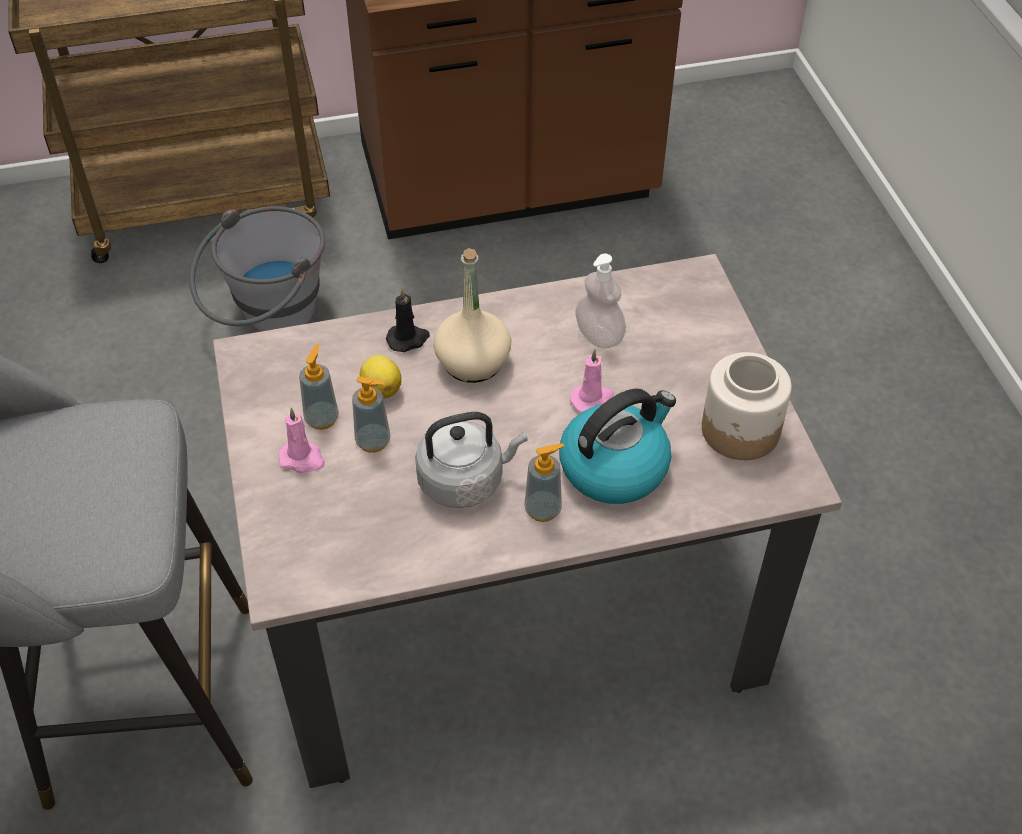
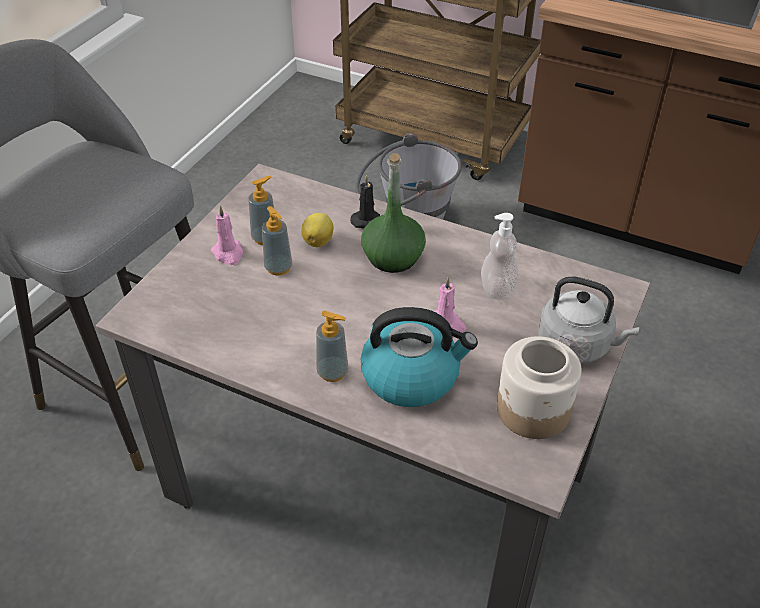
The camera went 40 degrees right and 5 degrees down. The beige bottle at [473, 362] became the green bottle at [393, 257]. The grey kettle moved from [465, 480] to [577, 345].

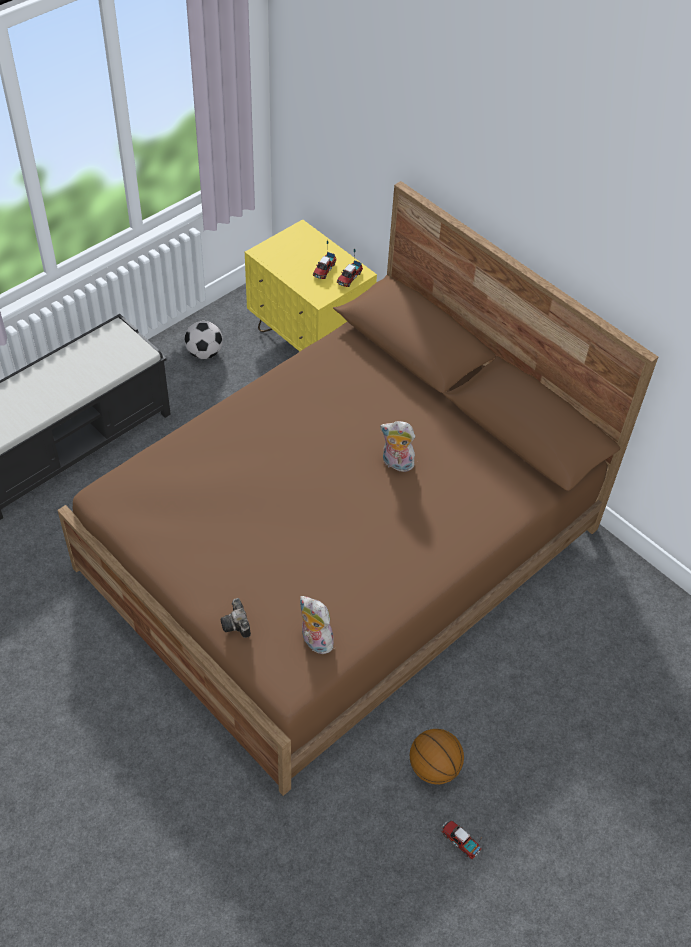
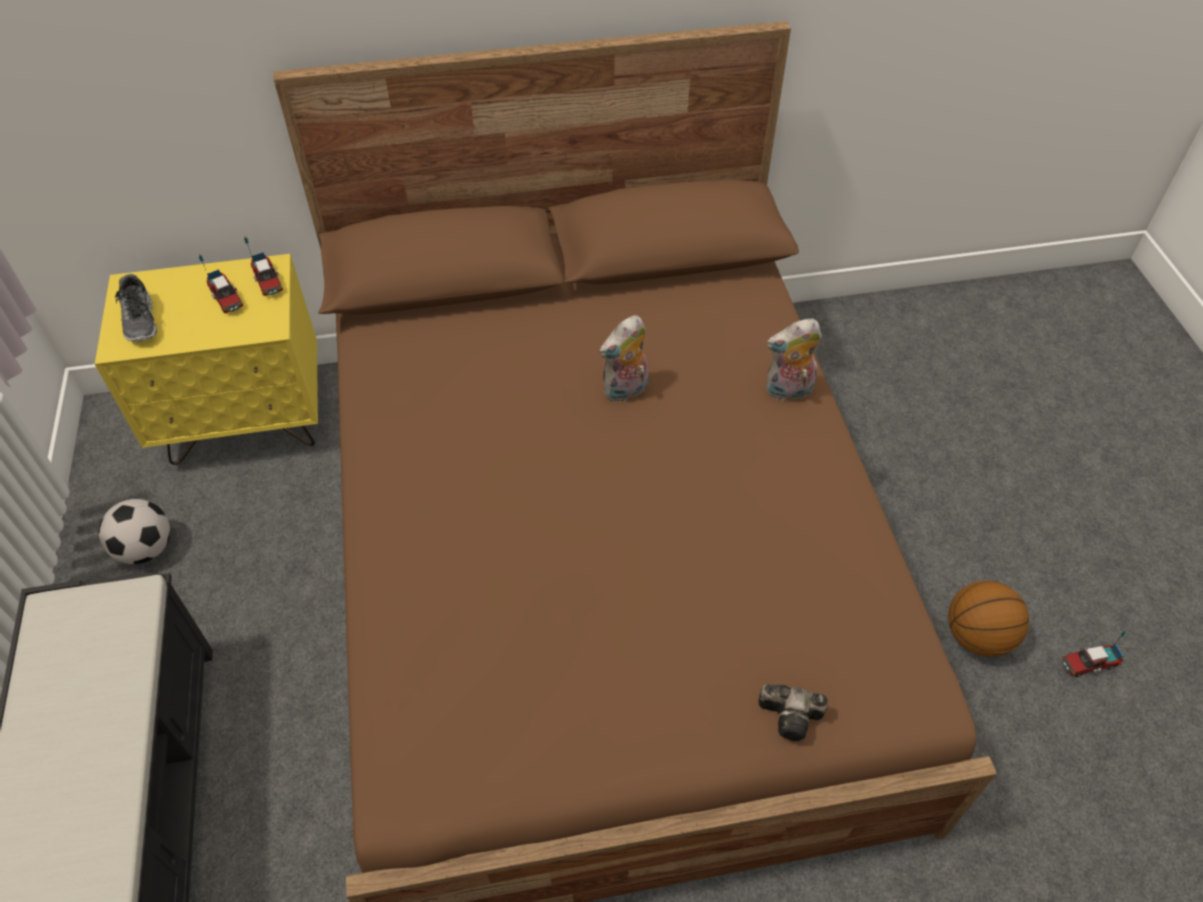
The camera went 55 degrees left and 0 degrees up. The plush toy moved from [314, 641] to [788, 391]. The shoe at [141, 320] appeared.

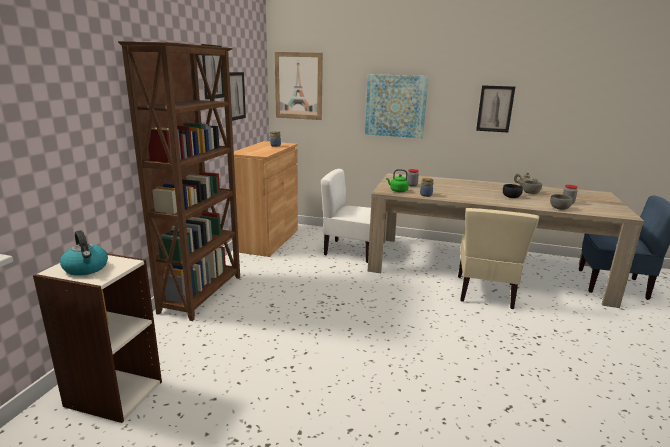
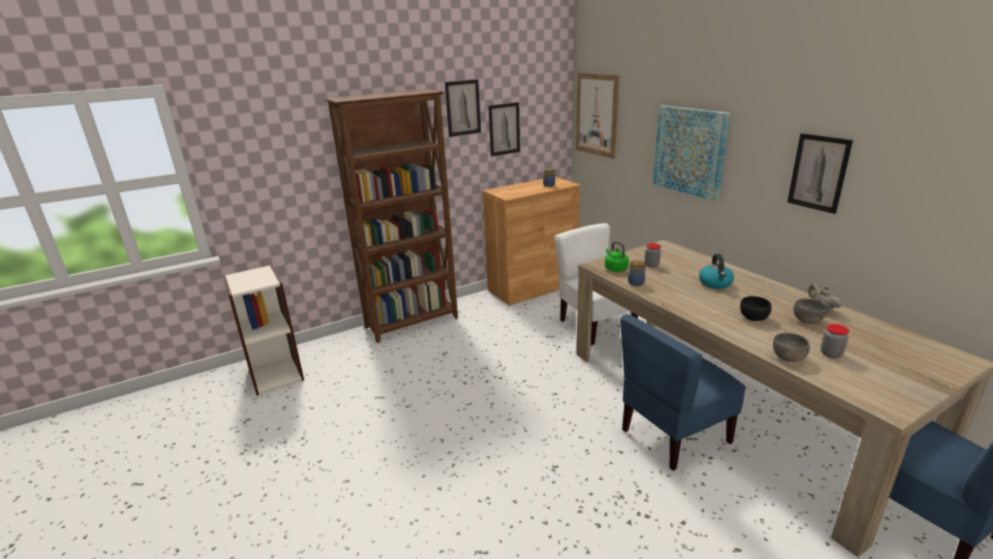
The camera went 45 degrees right and 5 degrees up. The beige chair at [485, 292] became the blue chair at [674, 435]. The kettle moved from [86, 268] to [715, 283].

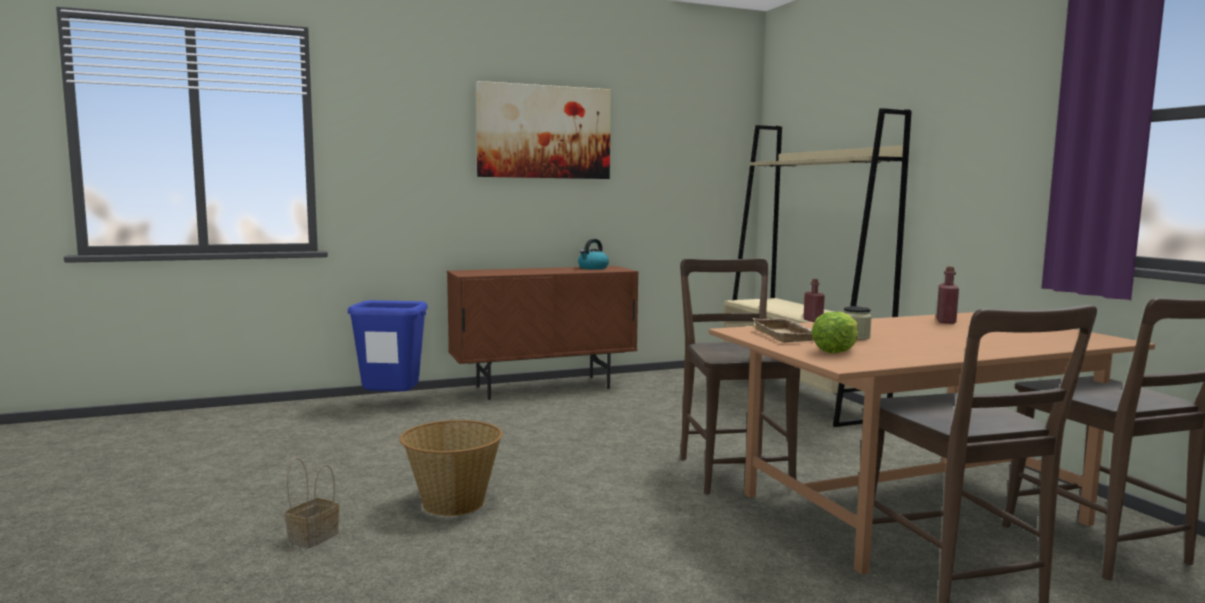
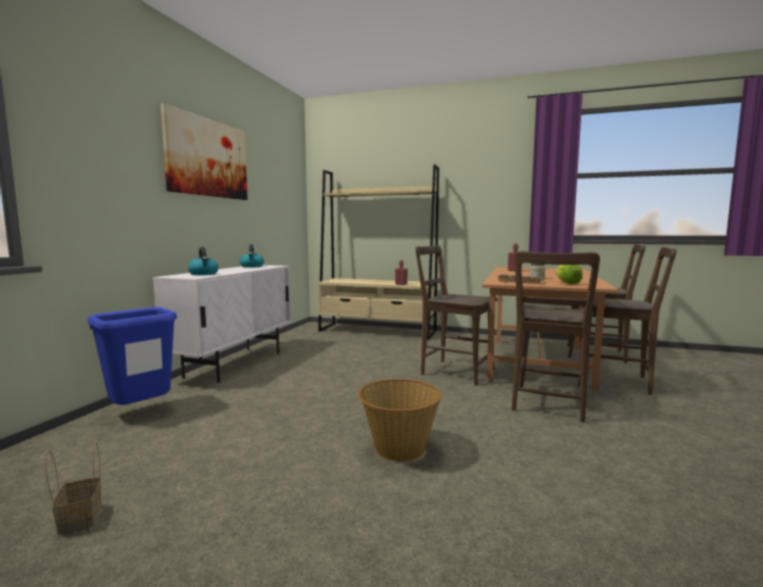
The camera went 50 degrees left and 0 degrees up. The brown cabinet at [543, 388] became the white cabinet at [235, 364]. The basket moved from [314, 536] to [79, 518]. The kettle at [204, 274] appeared. The brown chair at [548, 404] appeared.

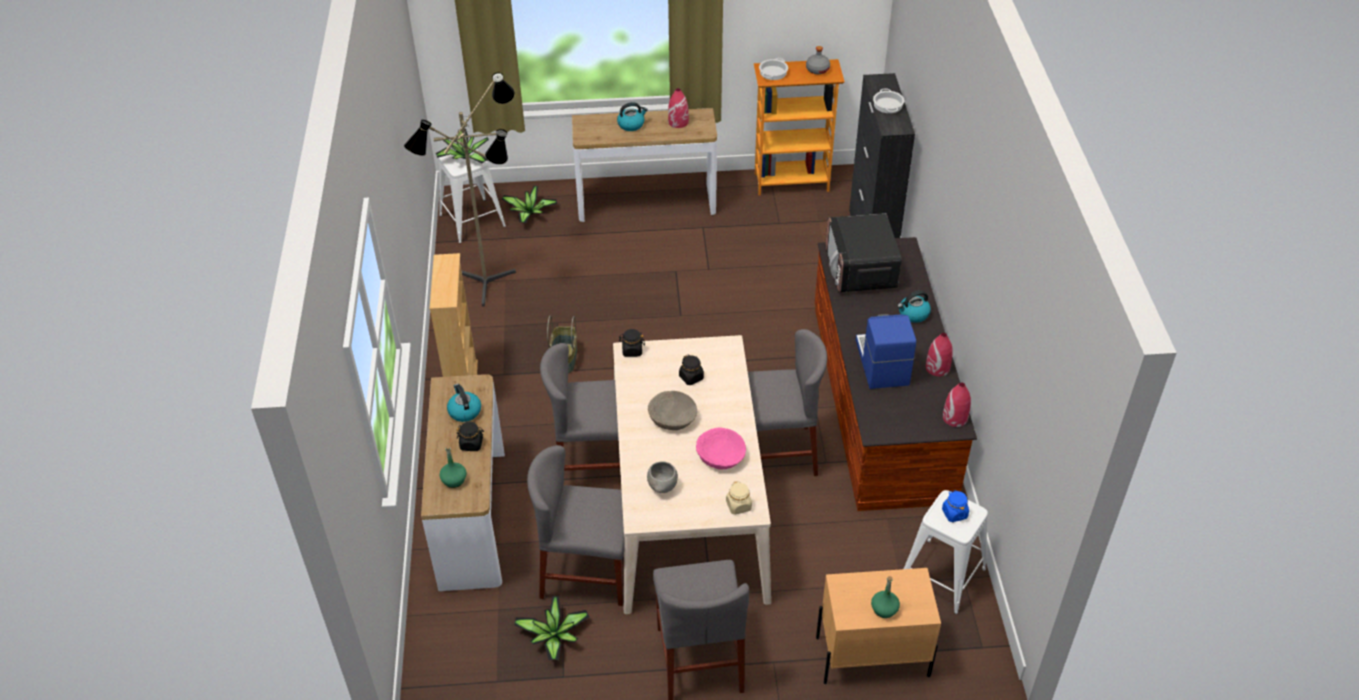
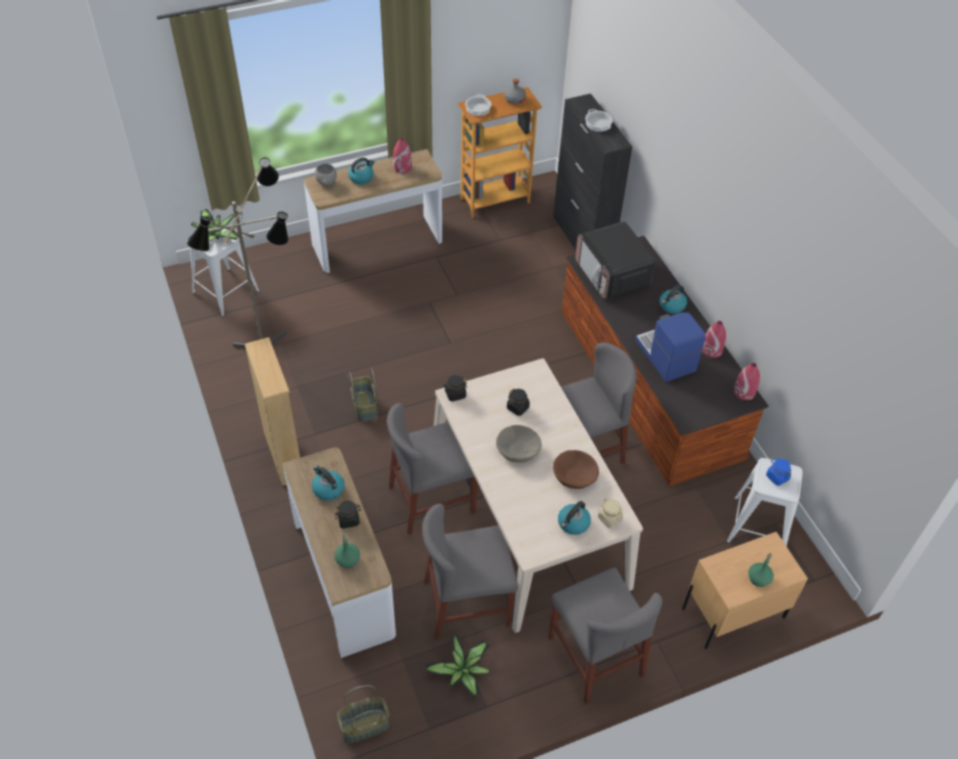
The camera went 20 degrees left and 5 degrees up. The potted plant at [529, 214] disappeared. The pink bowl at [720, 456] became the brown bowl at [574, 475]. The grey bowl moved from [662, 488] to [326, 183]. The kettle at [573, 524] appeared. The basket at [364, 726] appeared.

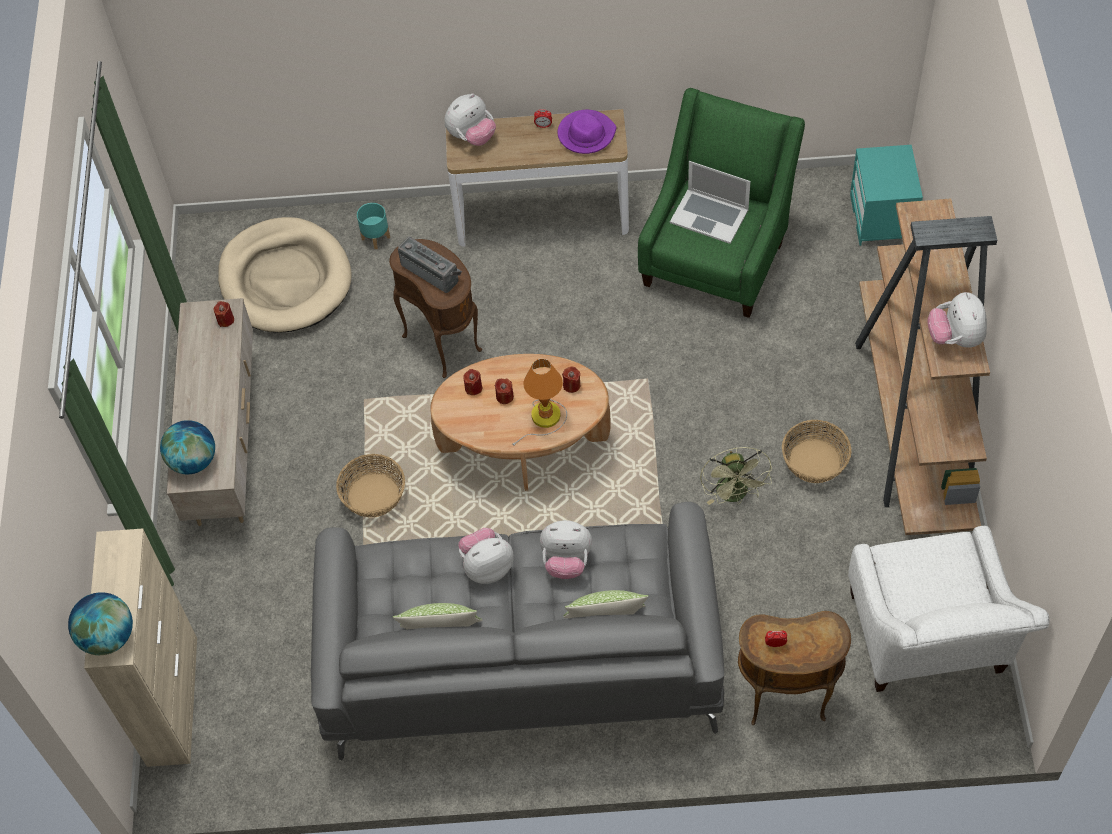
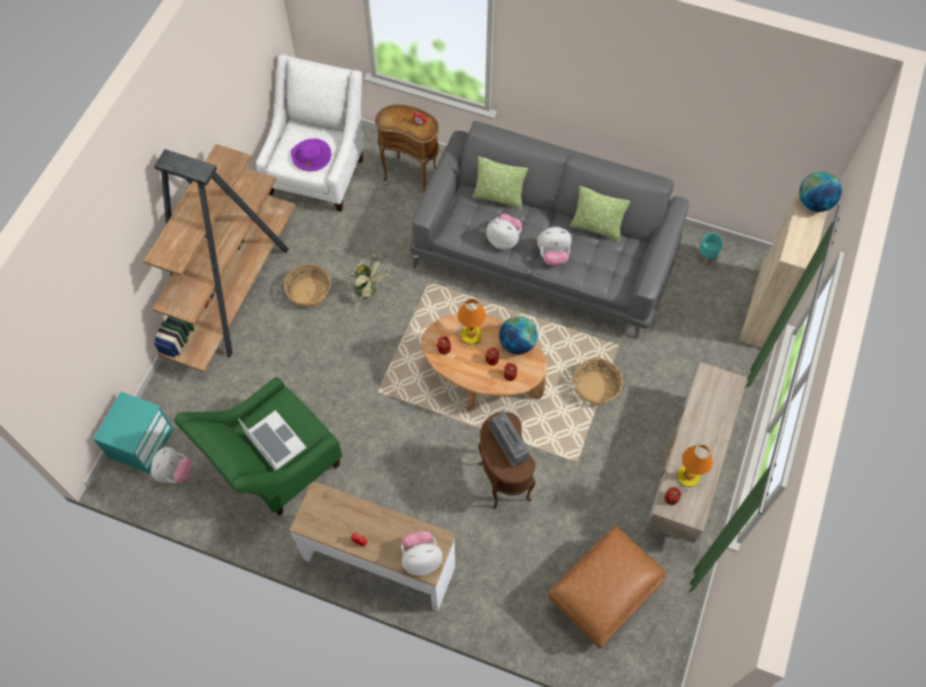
The camera went 160 degrees left and 5 degrees up. The purple hat moved from [586, 134] to [311, 157]. The turquoise planter moved from [375, 238] to [706, 257]. The beige dog bed at [285, 279] was replaced by the brown ottoman at [602, 596]. The plush toy moved from [955, 338] to [174, 473]. The globe moved from [193, 461] to [517, 344]. The green fan at [735, 495] turned 120 degrees clockwise. The table lamp at [688, 474] appeared.

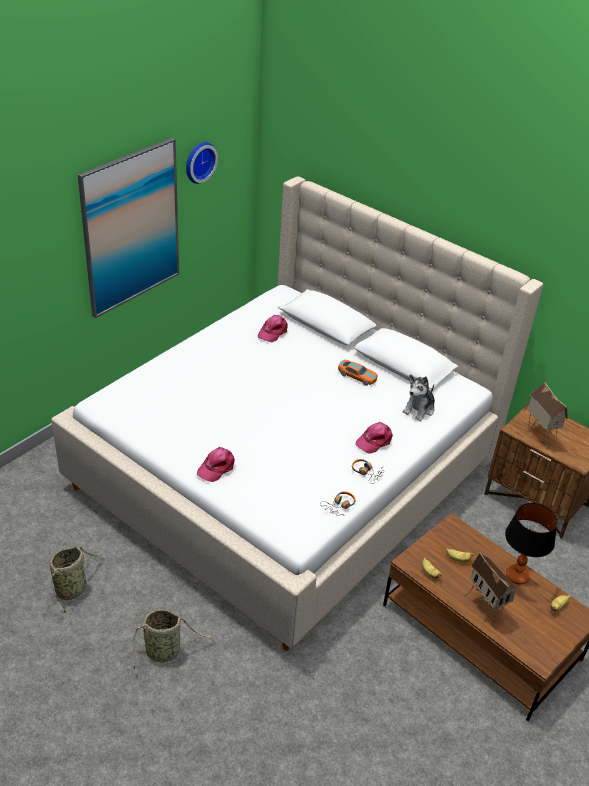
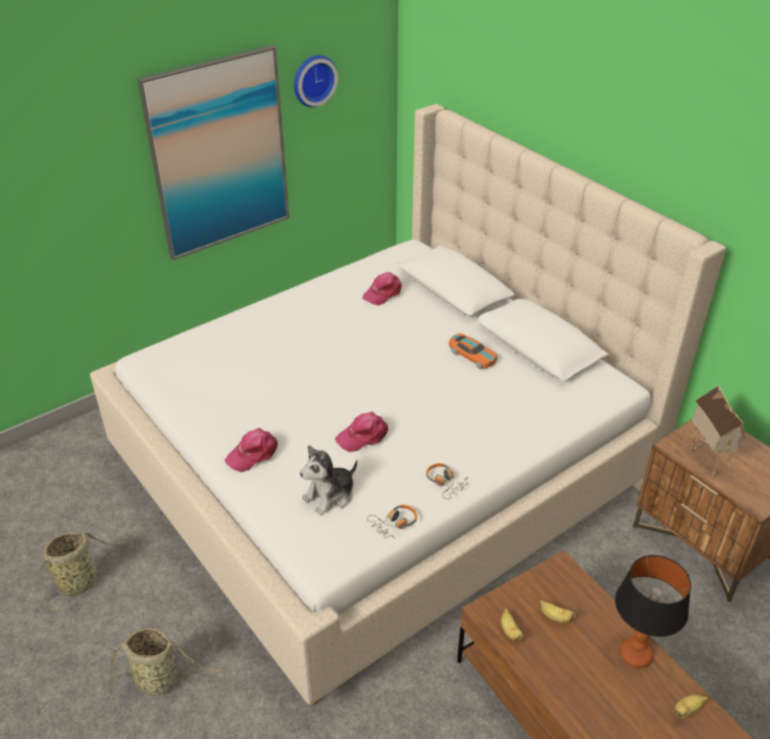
The camera went 15 degrees right and 0 degrees up. The plush toy moved from [419, 409] to [330, 496]. The pink cap moved from [374, 440] to [363, 436]. The toy house at [485, 607] disappeared.

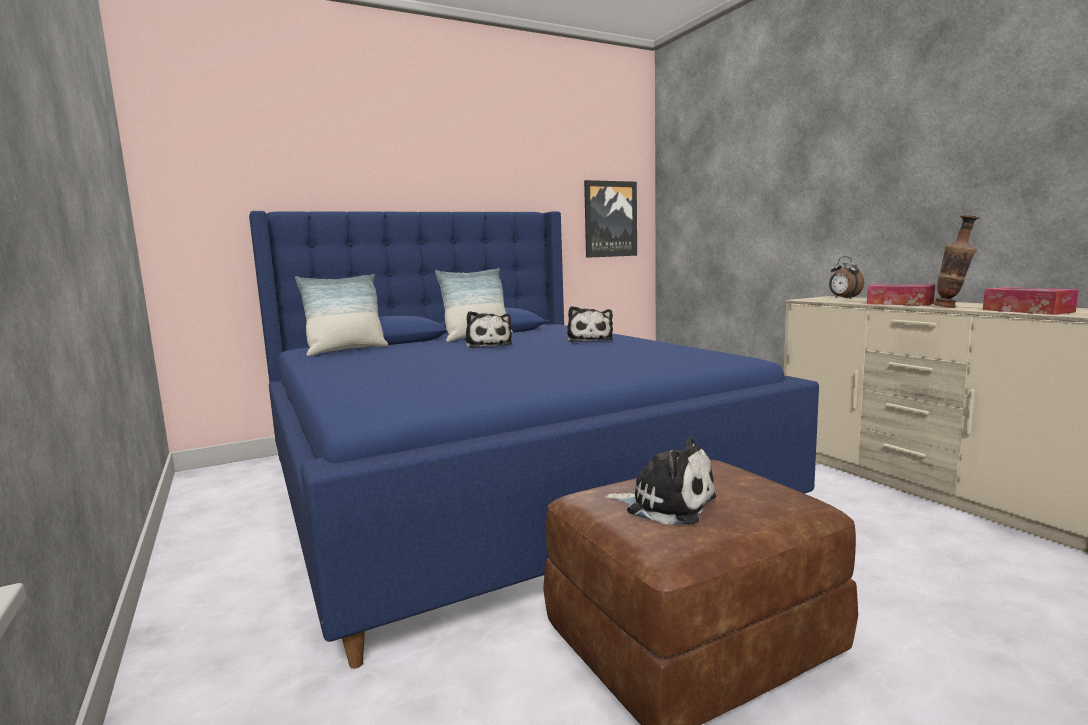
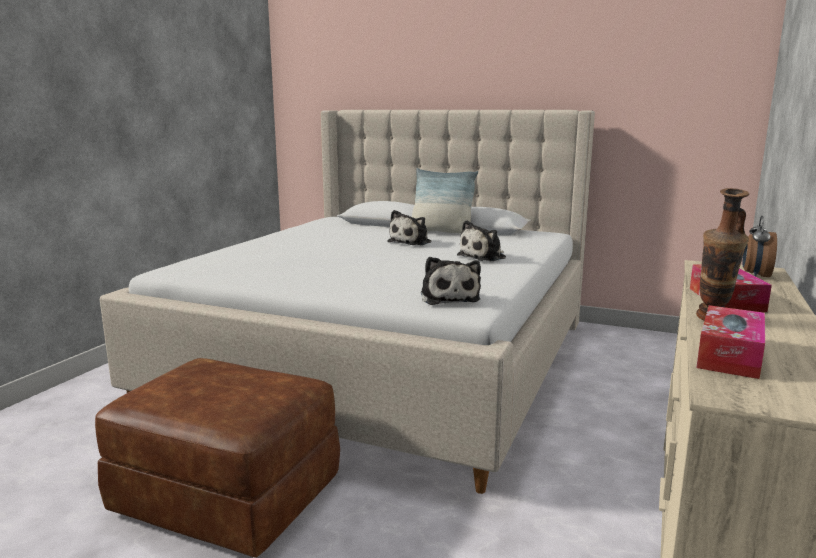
The camera went 50 degrees right and 5 degrees up. The picture at [610, 219] disappeared. The blue bed at [497, 482] became the beige bed at [388, 359]. The pillow at [346, 350] disappeared. The plush toy moved from [666, 504] to [449, 297].

